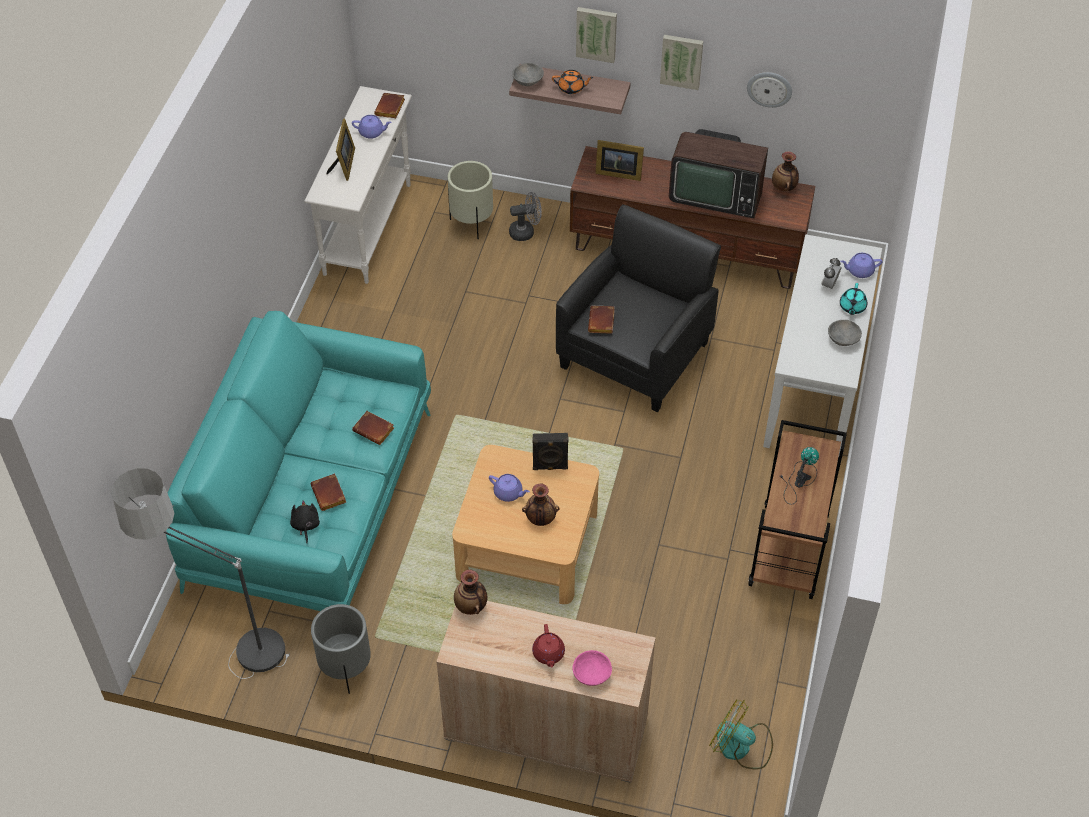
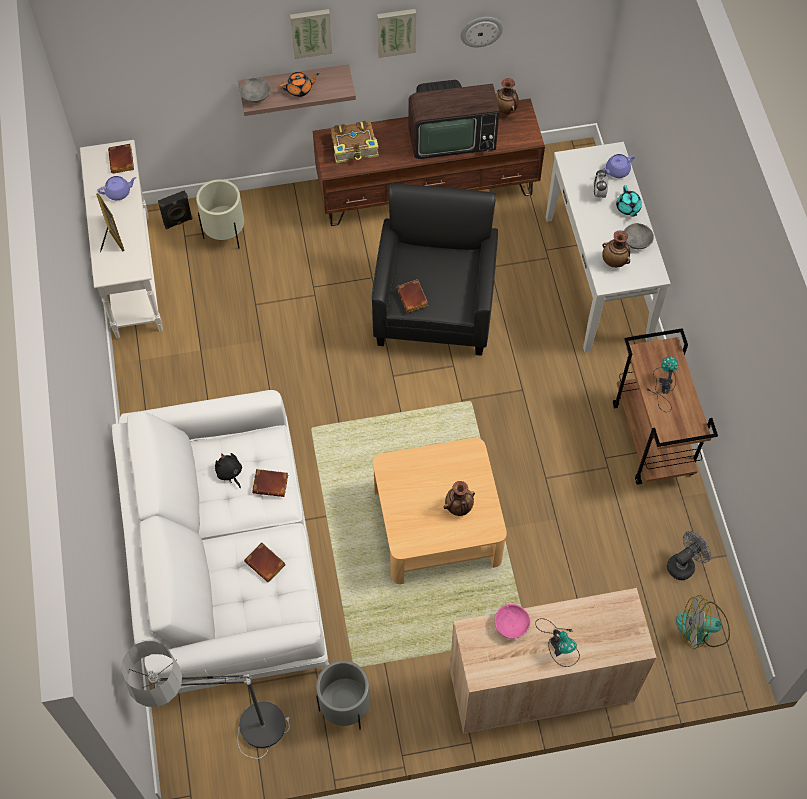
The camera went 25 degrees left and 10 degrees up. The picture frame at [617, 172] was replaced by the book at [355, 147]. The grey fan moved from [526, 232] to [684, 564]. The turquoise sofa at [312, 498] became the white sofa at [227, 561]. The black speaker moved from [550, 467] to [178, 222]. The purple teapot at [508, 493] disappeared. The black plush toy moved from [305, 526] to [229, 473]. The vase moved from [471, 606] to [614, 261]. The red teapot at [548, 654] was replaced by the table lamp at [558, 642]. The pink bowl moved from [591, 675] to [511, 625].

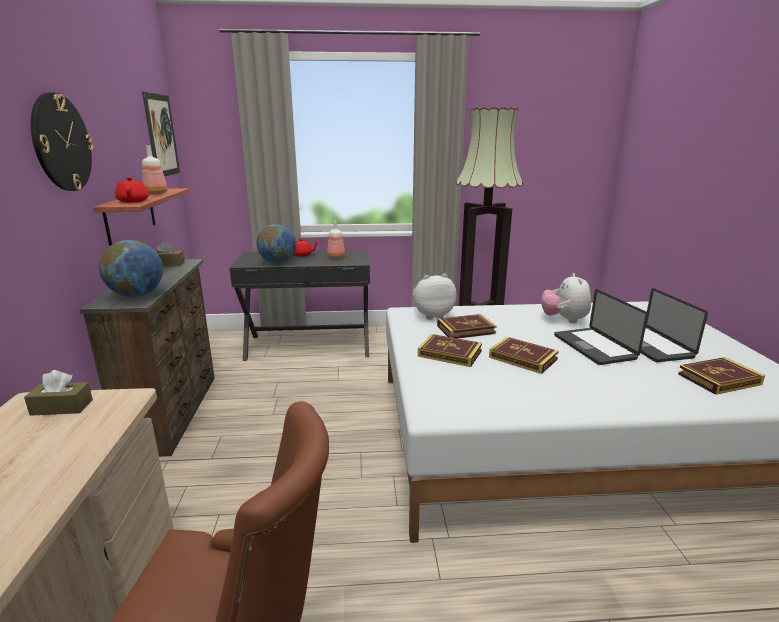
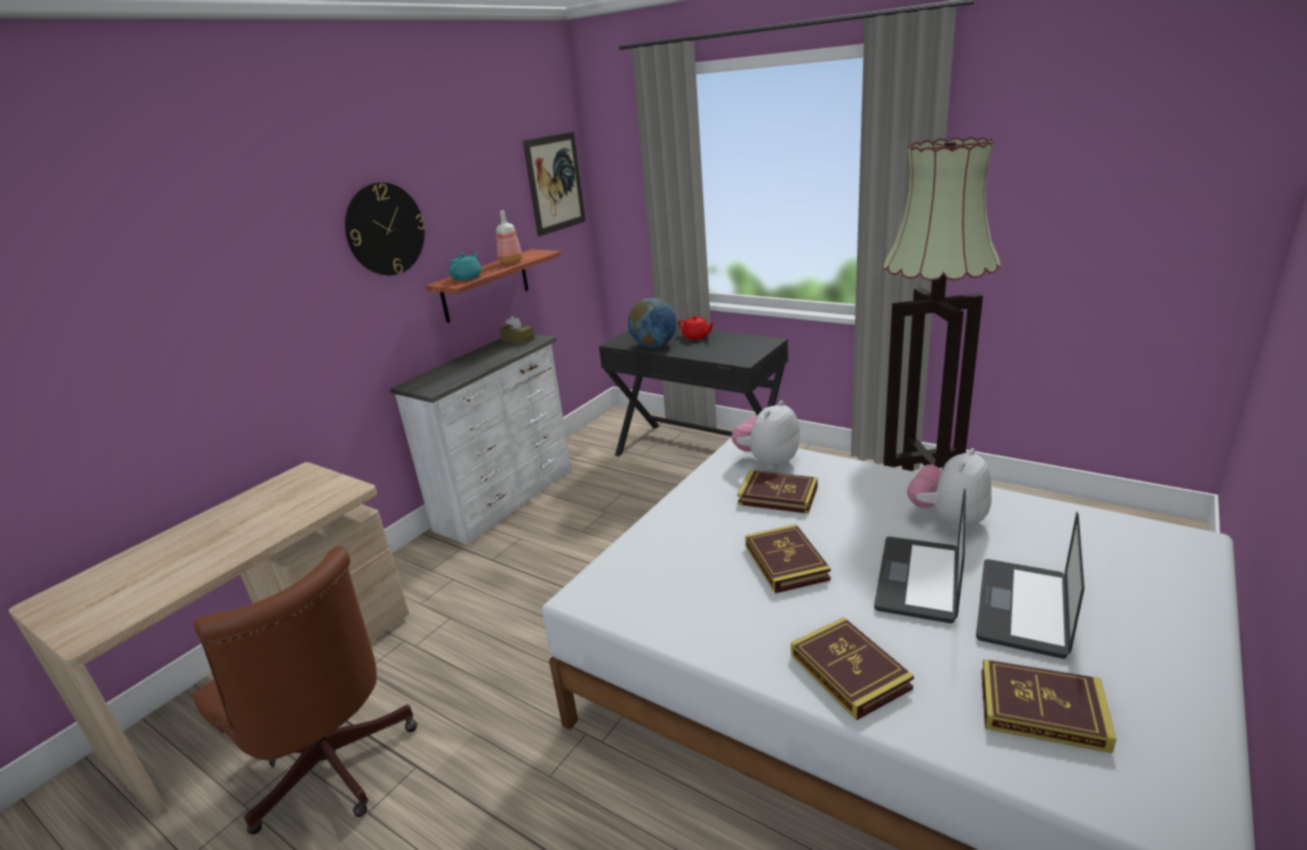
The camera went 40 degrees right and 5 degrees up. The red teapot at [133, 201] became the turquoise teapot at [467, 277]. The bottle at [335, 257] disappeared. The globe at [137, 295] disappeared. The brown dresser at [175, 412] became the white dresser at [508, 499]. The plush toy at [432, 315] turned 75 degrees counterclockwise. The book moved from [449, 353] to [849, 671]. The brown tissue box at [62, 407] disappeared.

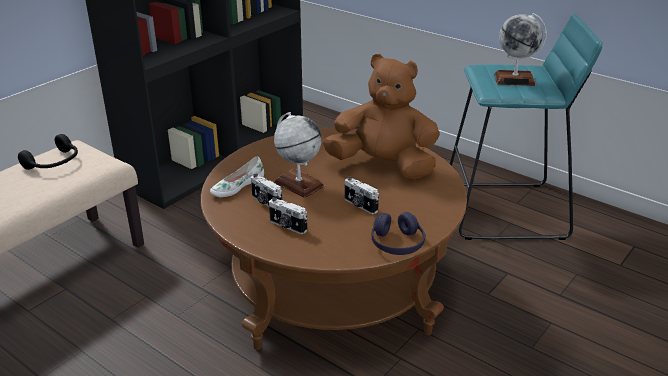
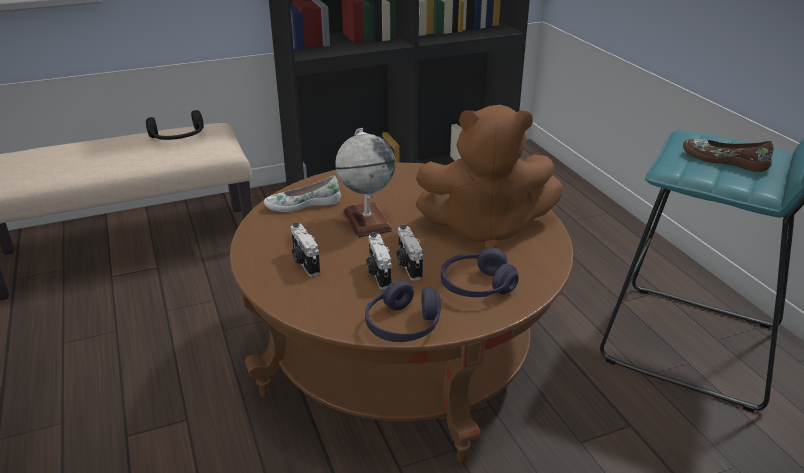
The camera went 30 degrees right and 0 degrees up. The globe at [515, 79] was replaced by the brown shoe at [724, 160]. The brown plush toy at [383, 166] turned 135 degrees clockwise. The photo camera moved from [266, 203] to [378, 274]. The purple headphones at [476, 286] appeared.

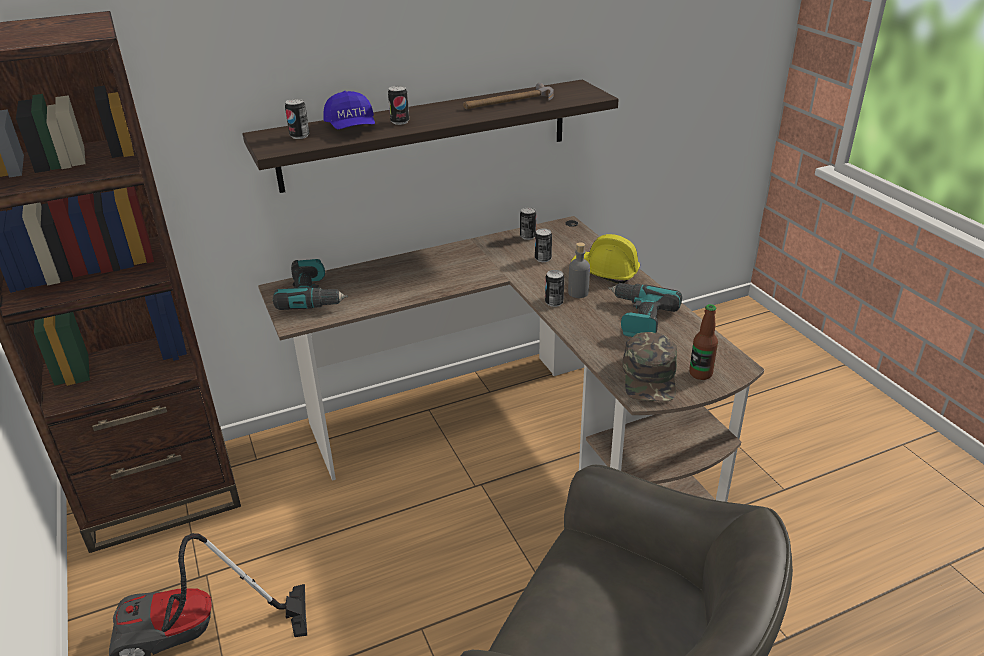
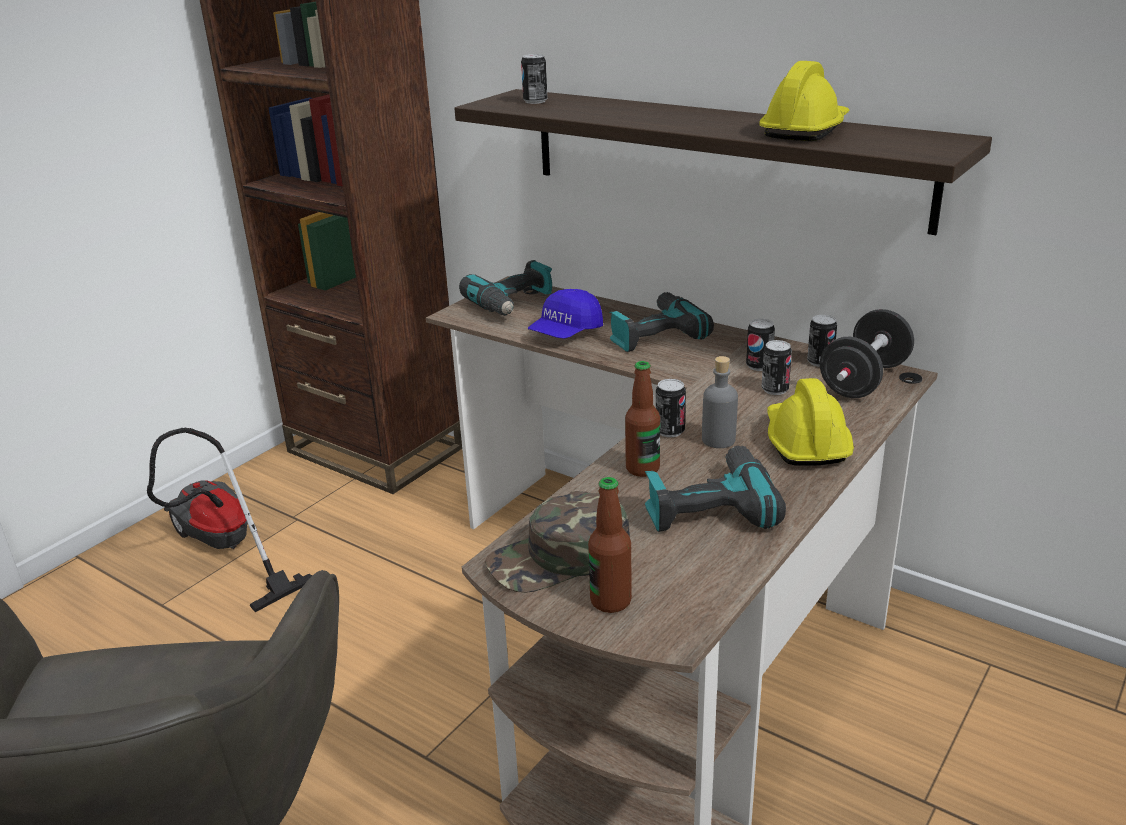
The camera went 60 degrees right and 5 degrees down. The hammer at [509, 102] was replaced by the yellow hard hat at [804, 130]. The can moved from [400, 122] to [759, 366]. The blue cap moved from [351, 127] to [566, 333]. The power drill at [654, 334] appeared. The black dumbbell at [864, 380] appeared. The bottle at [642, 469] appeared.

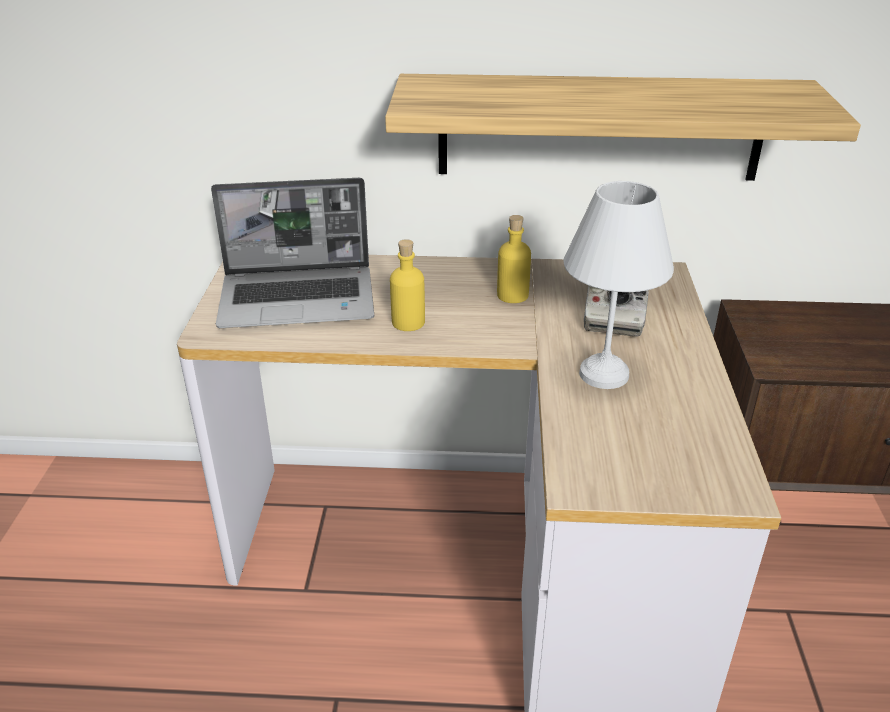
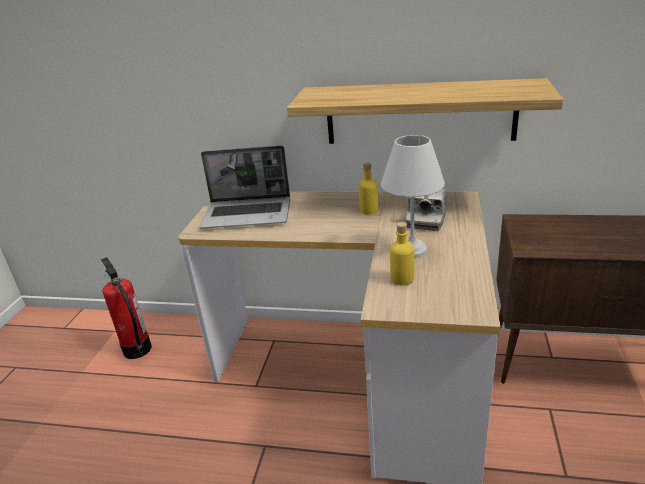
The camera went 10 degrees right and 5 degrees down. The yellow bottle moved from [408, 322] to [402, 279]. The fire extinguisher at [137, 349] appeared.

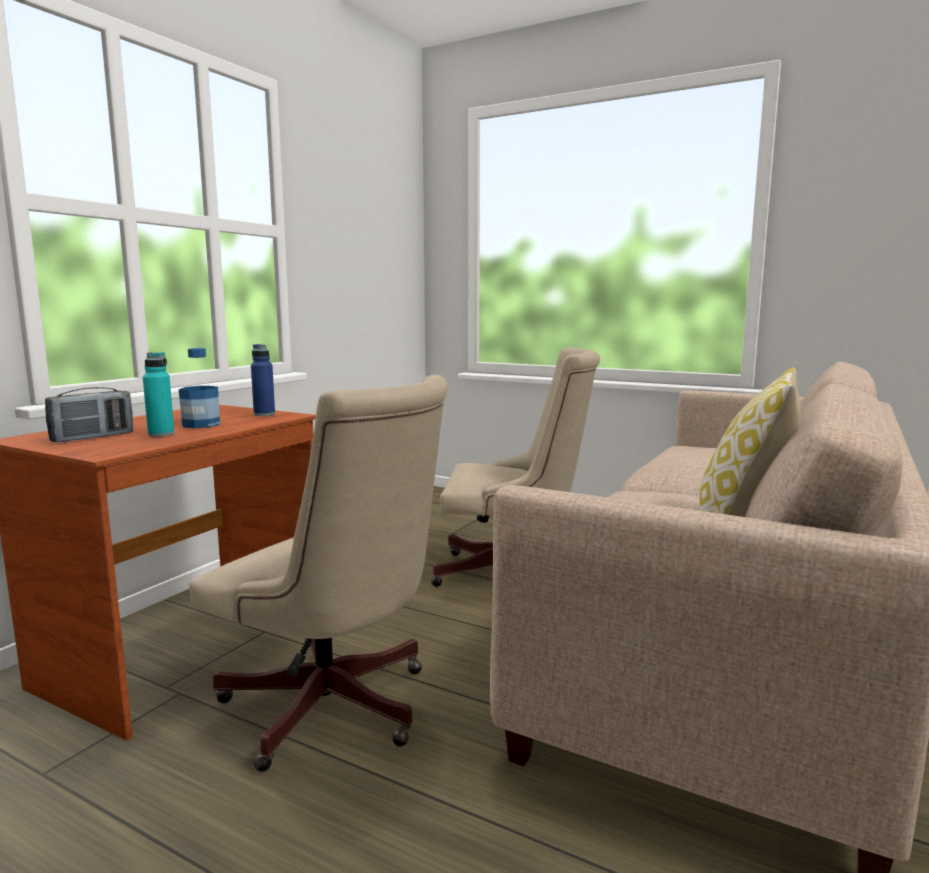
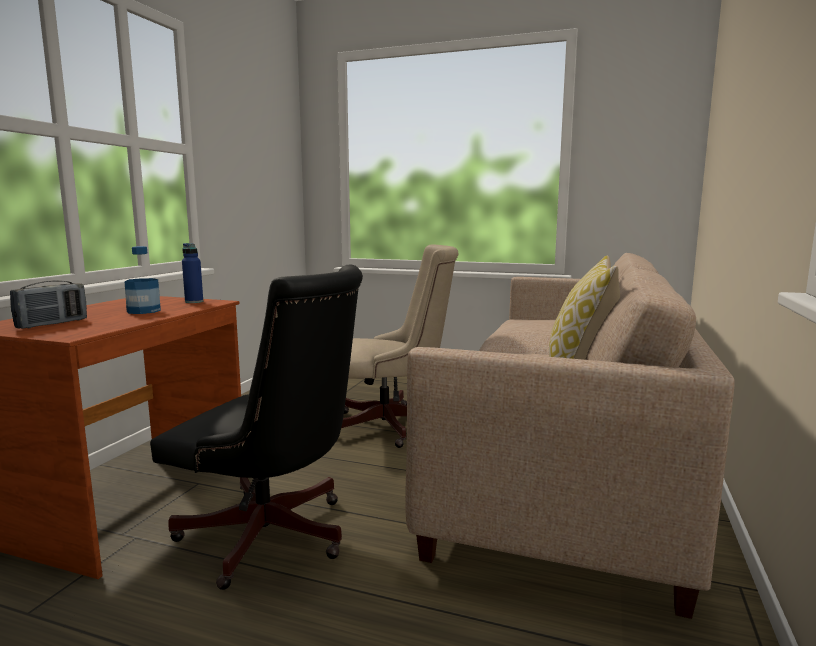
The camera went 10 degrees left and 0 degrees up. The turquoise bottle at [161, 434] disappeared. The beige office chair at [335, 711] became the black office chair at [274, 538].

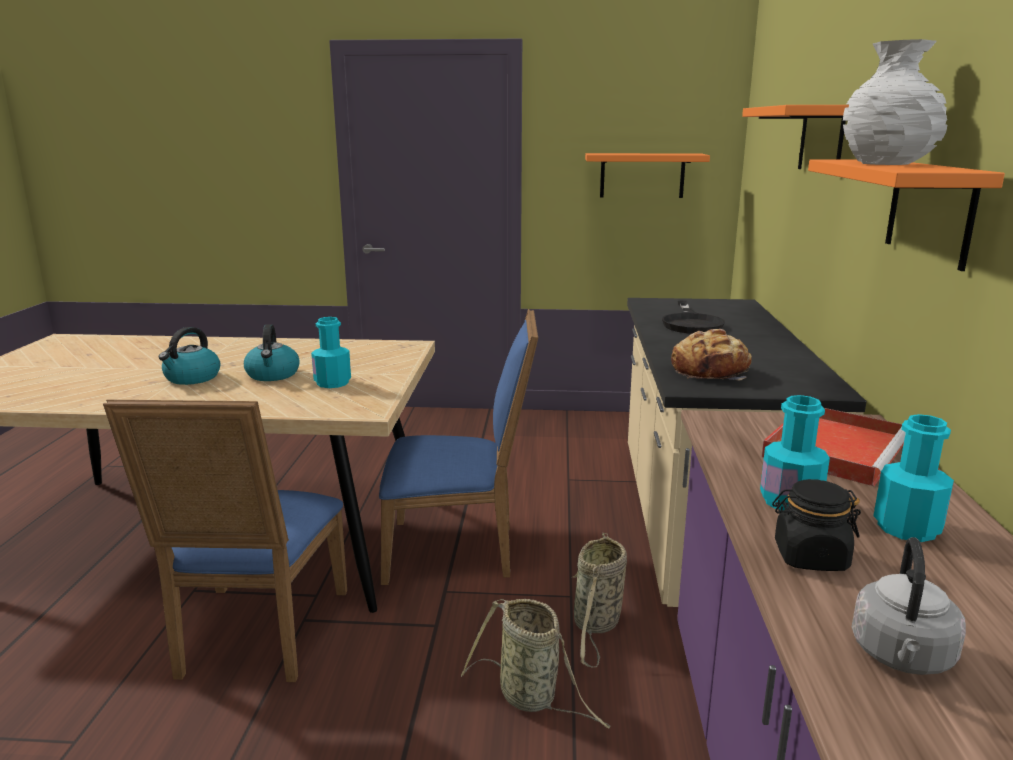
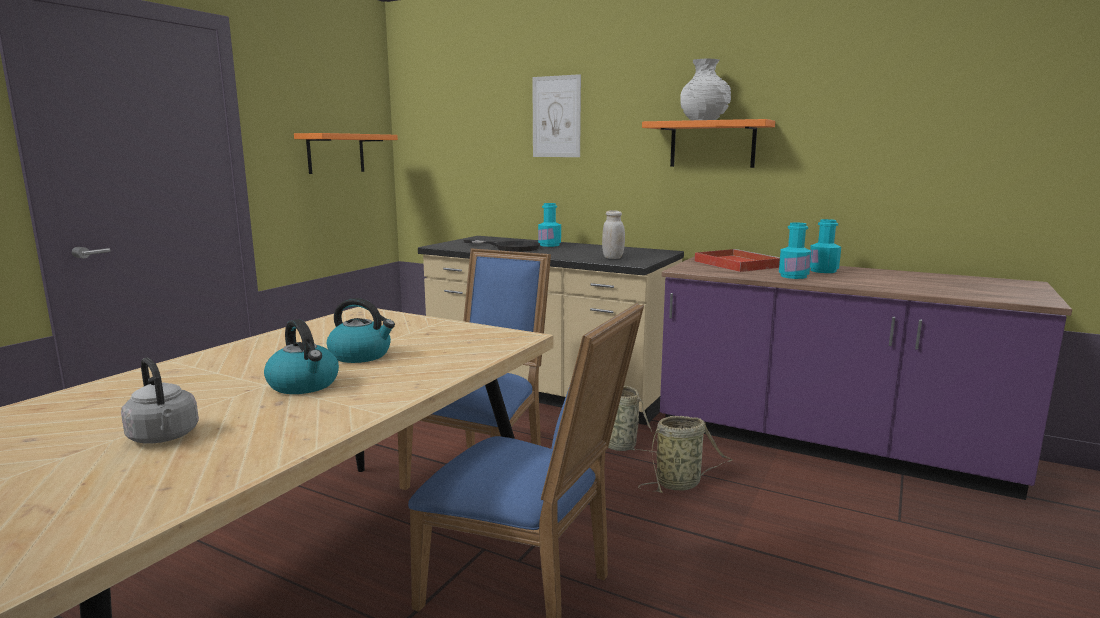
The camera went 65 degrees left and 5 degrees down. The orange shelf at [821, 139] was replaced by the picture at [556, 117]. The turquoise bottle moved from [332, 383] to [549, 245]. The bread at [710, 371] was replaced by the white jar at [613, 257]. The black jar at [810, 557] disappeared. The grey kettle moved from [901, 657] to [164, 437].

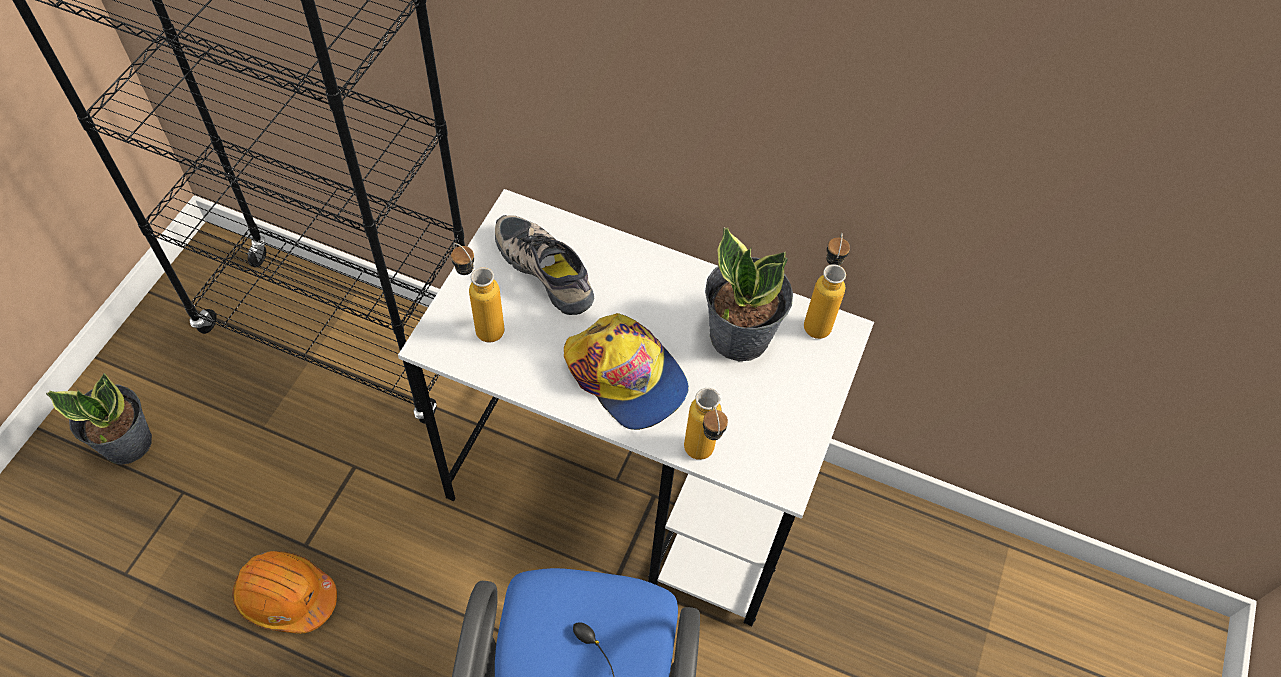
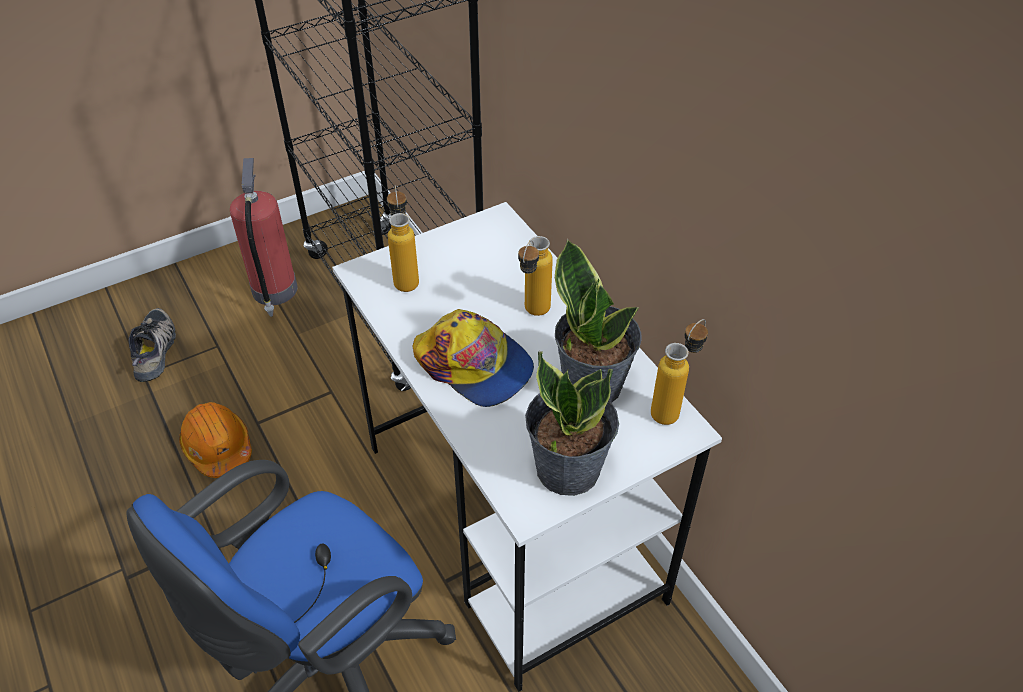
The camera went 40 degrees right and 10 degrees down. The shoe moved from [548, 269] to [156, 350]. The cap at [626, 377] turned 45 degrees counterclockwise. The potted plant moved from [126, 442] to [567, 468]. The bottle moved from [701, 458] to [532, 314]. The fire extinguisher at [274, 291] appeared.

